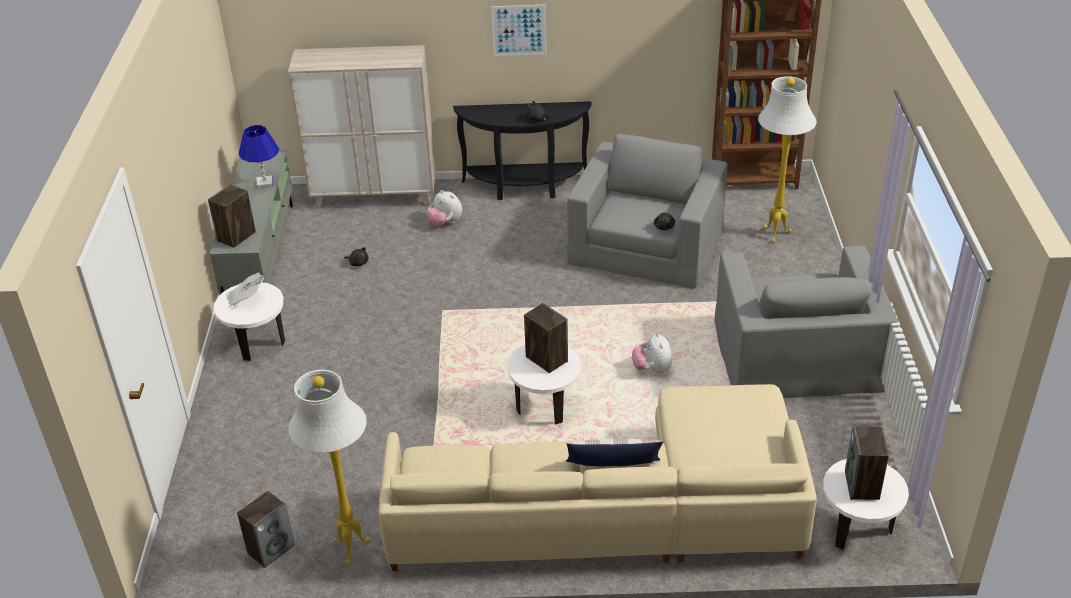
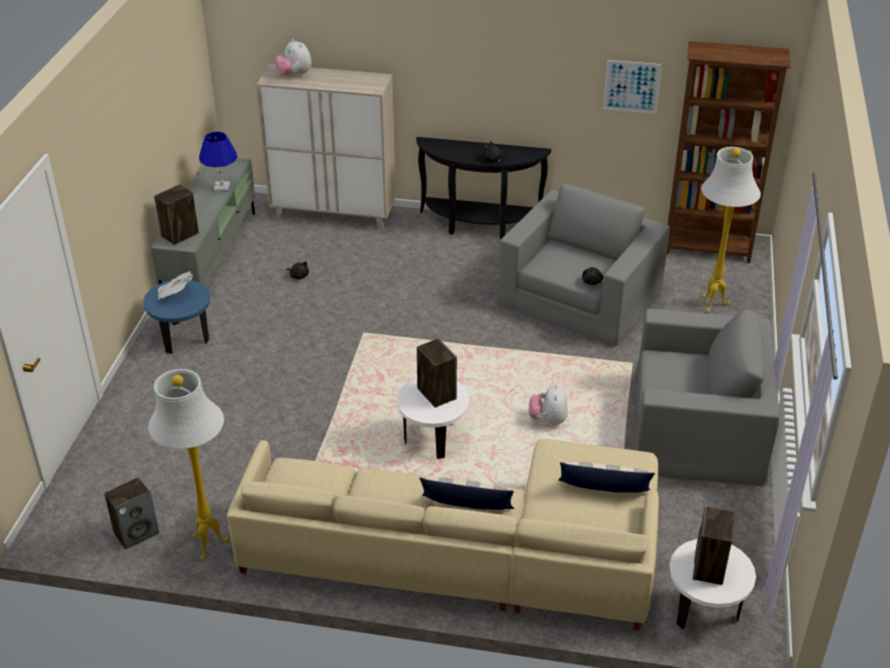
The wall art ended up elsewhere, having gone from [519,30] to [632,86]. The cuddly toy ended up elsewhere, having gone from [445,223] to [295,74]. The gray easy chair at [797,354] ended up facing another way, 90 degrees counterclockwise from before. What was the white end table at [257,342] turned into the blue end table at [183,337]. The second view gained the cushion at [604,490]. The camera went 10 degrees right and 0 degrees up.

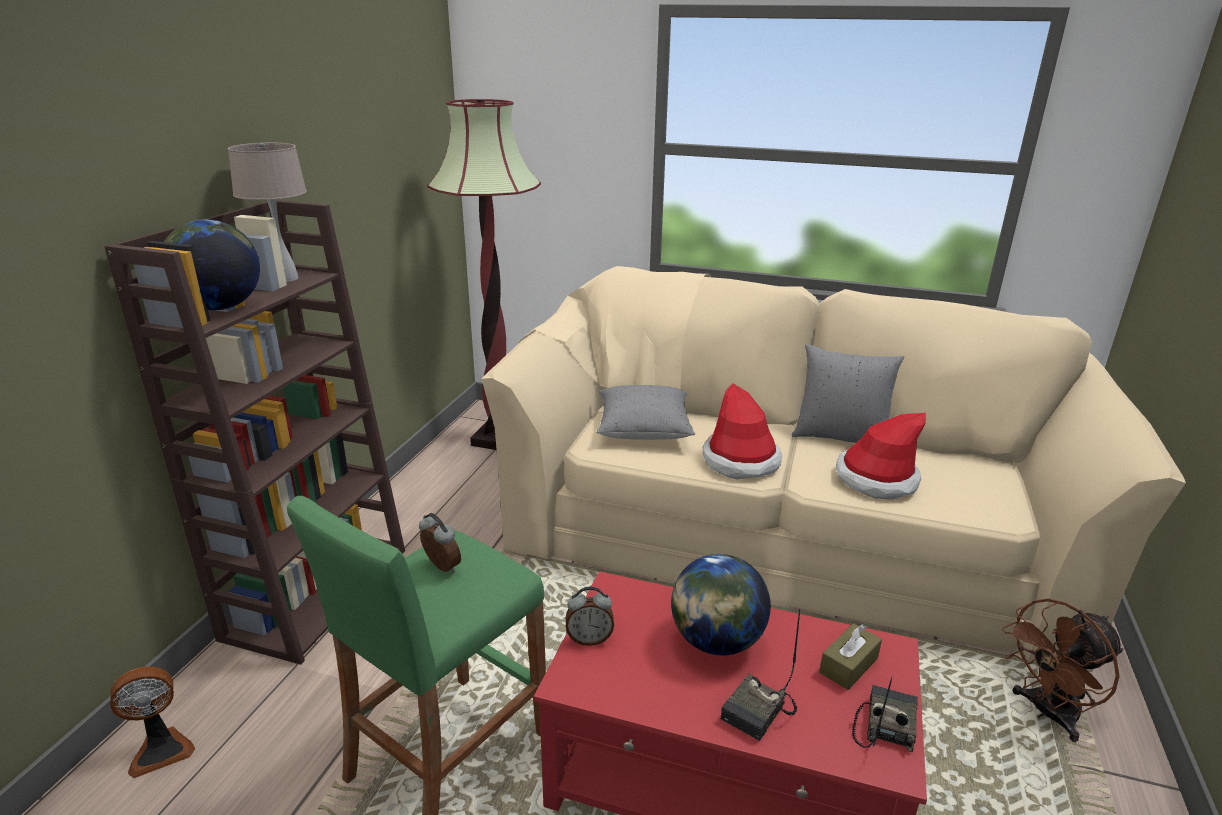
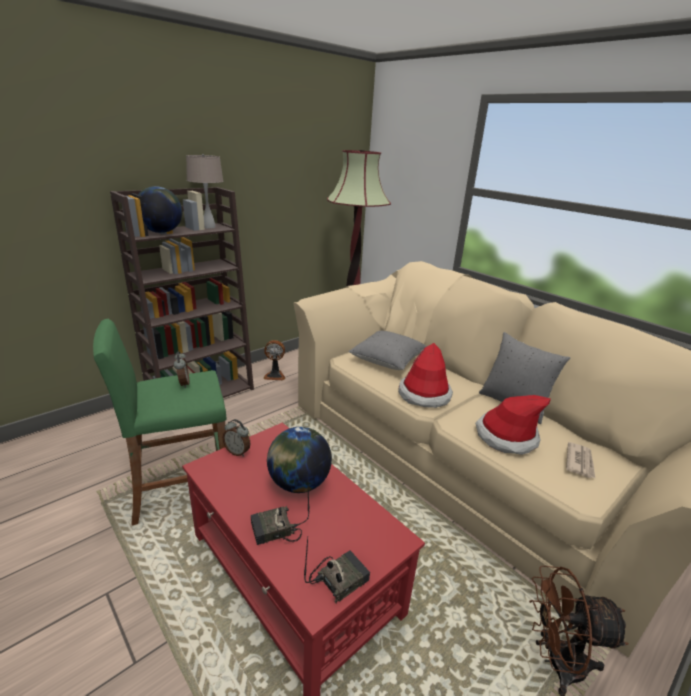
The second view lost the brown tissue holder at [848,665]. The electric fan ended up elsewhere, having gone from [161,749] to [275,375]. The second view gained the printed paper at [580,462]. The camera went 30 degrees right and 0 degrees up.

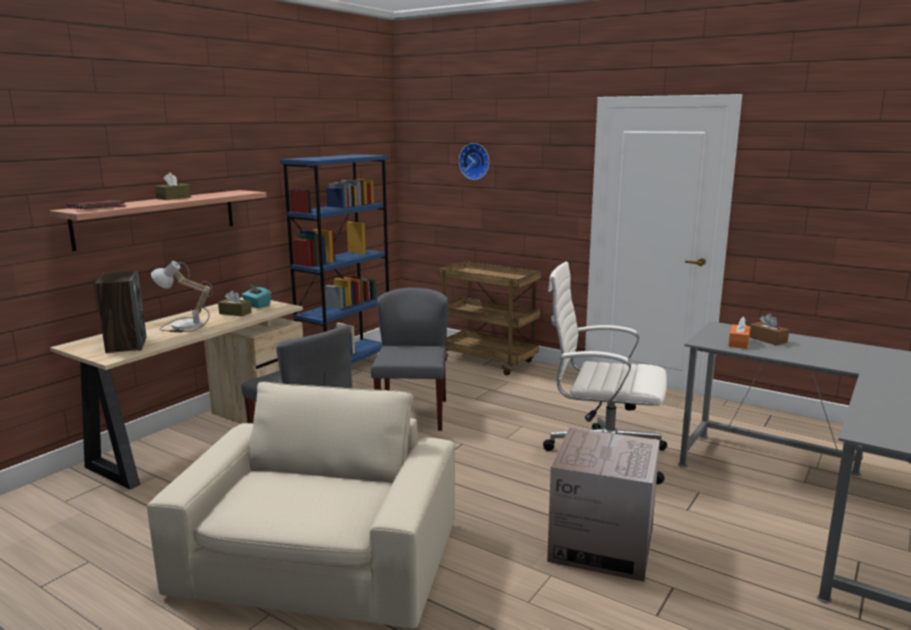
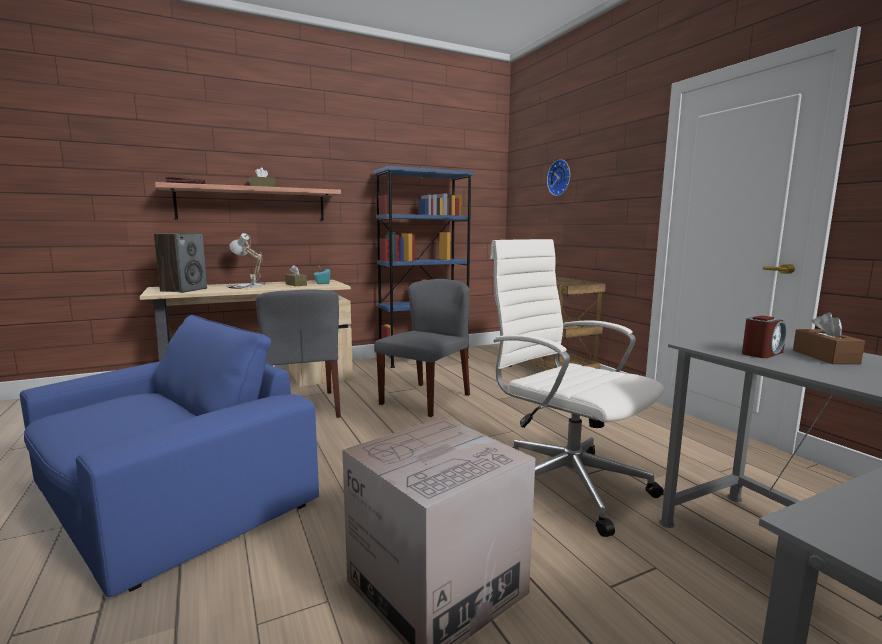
Where the orange tissue holder stood at [738,343], the alarm clock came to stand at [762,353]. What was the beige-coloured easy chair at [319,560] turned into the blue easy chair at [169,494]. The camera went 30 degrees right and 5 degrees down.

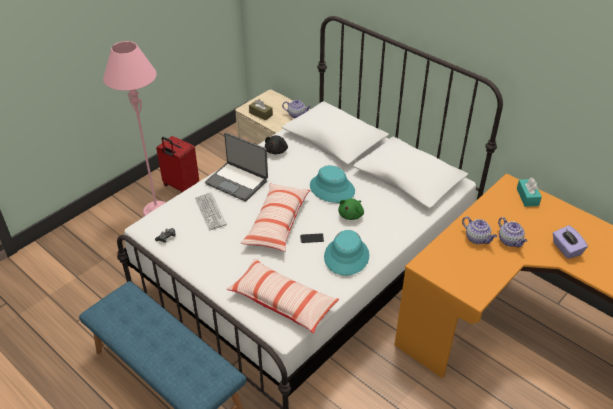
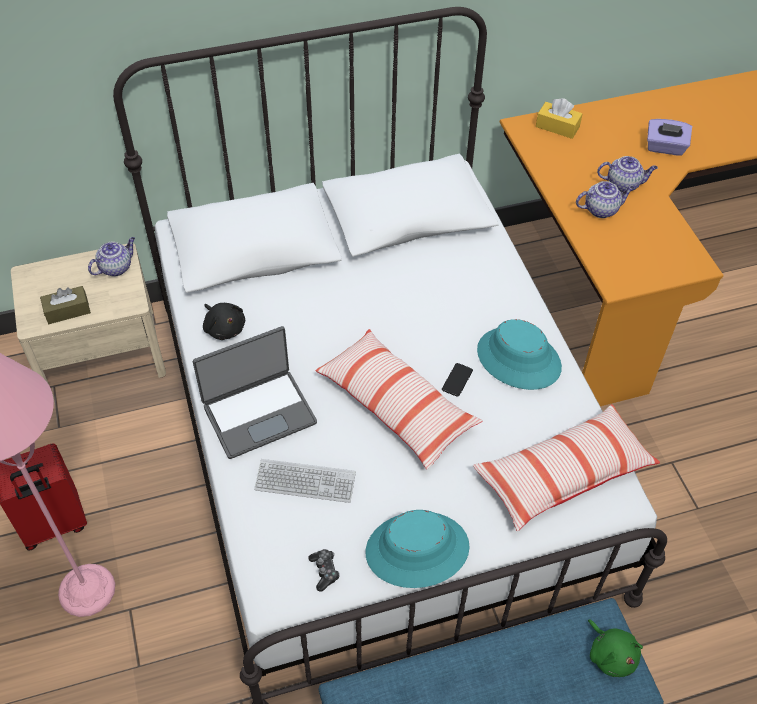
The turquoise-coloured clothing hat ended up elsewhere, having gone from [332,189] to [417,550]. What was the turquoise-coloured tissue holder at [527,197] turned into the yellow-coloured tissue holder at [557,127]. The greenish cuddly toy ended up elsewhere, having gone from [351,215] to [611,655]. The camera went 60 degrees left and 10 degrees up.

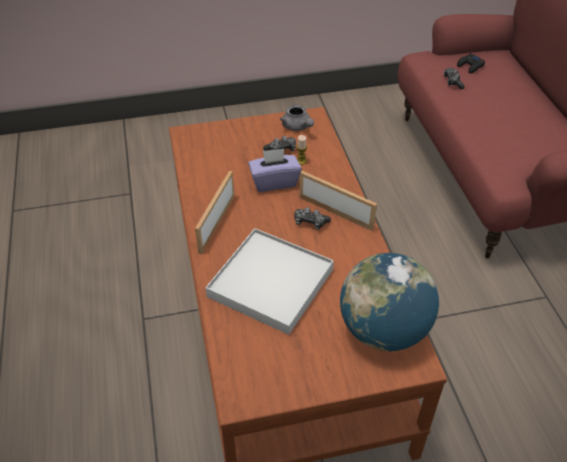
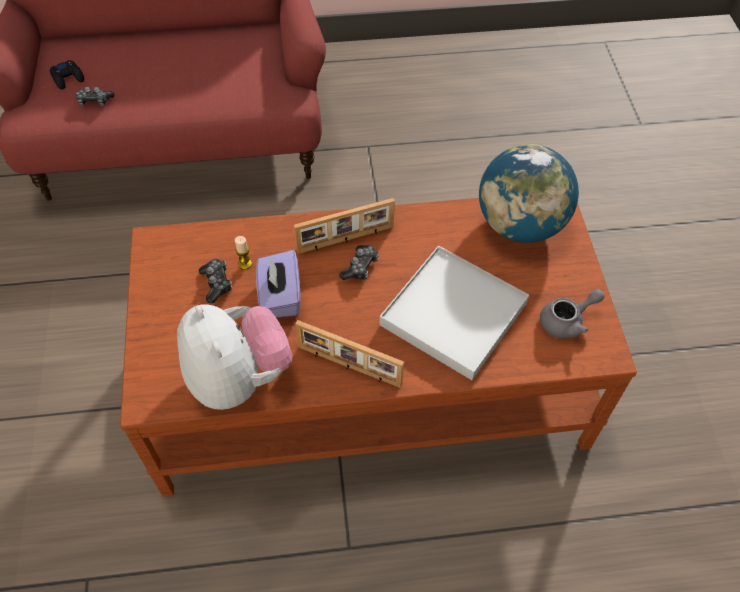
The gray teapot ended up elsewhere, having gone from [297,127] to [567,321]. The standing frame at [336,212] ended up facing another way, 150 degrees counterclockwise from before. The second view gained the cuddly toy at [238,377]. The camera went 85 degrees left and 10 degrees up.

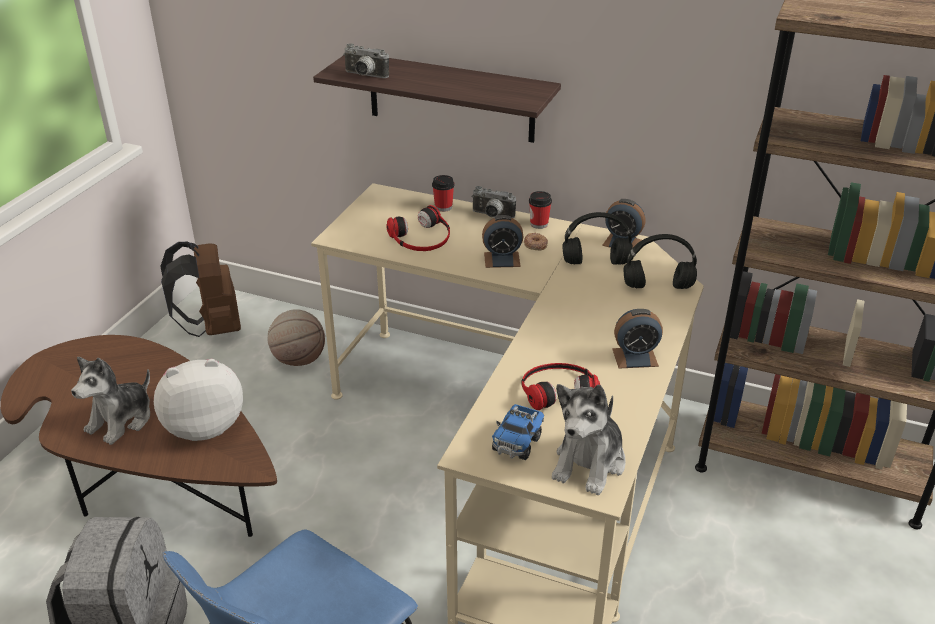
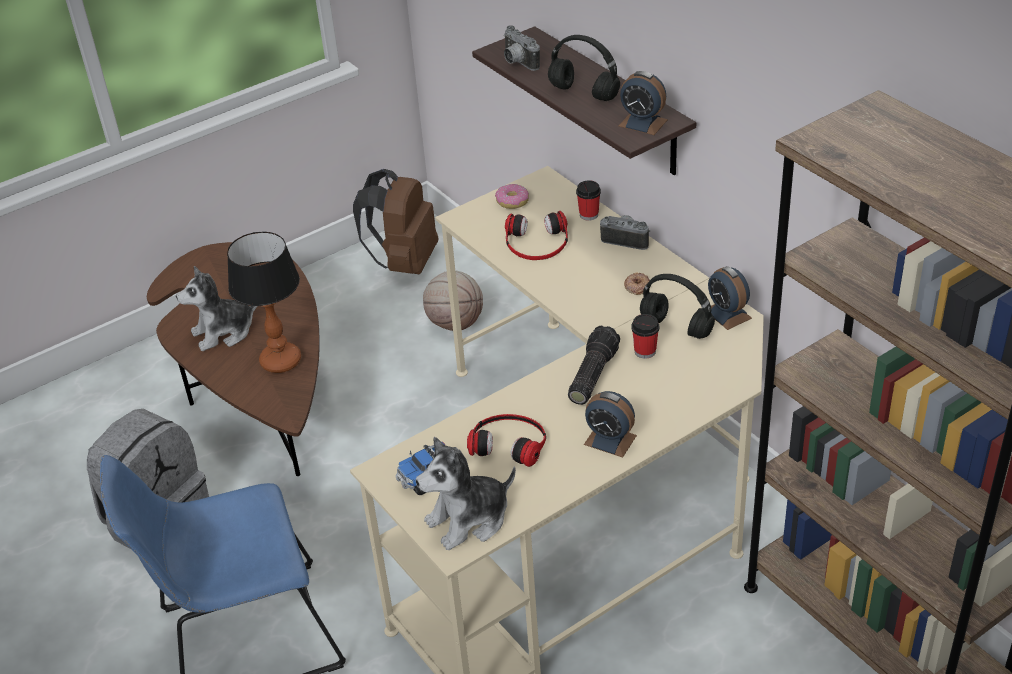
The still camera at [492,216] ended up facing another way, 150 degrees clockwise from before. The drinking cup ended up elsewhere, having gone from [539,224] to [645,351]. The alarm clock ended up elsewhere, having gone from [502,259] to [643,123]. The blackish headphones ended up elsewhere, having gone from [656,287] to [582,93]. Where the cuddly toy stood at [204,426], the table lamp came to stand at [280,361]. The second view gained the ring doughnut at [512,201]. The second view gained the hand torch at [591,375]. The camera went 35 degrees right and 5 degrees up.

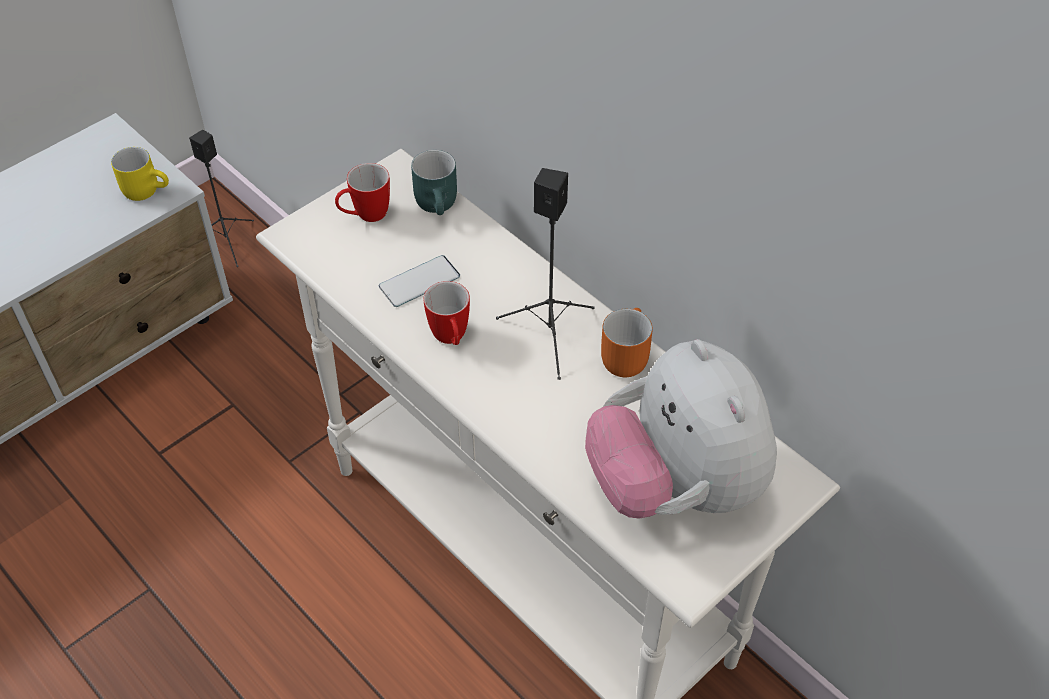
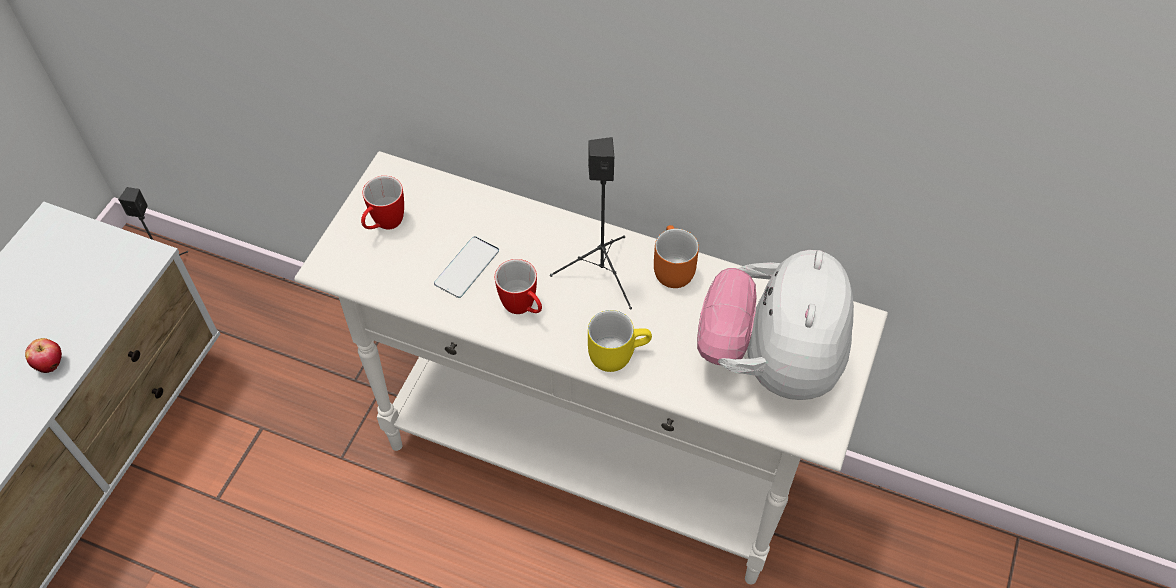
The yellow-coloured mug ended up elsewhere, having gone from [147,189] to [616,351]. The second view lost the turquoise-coloured mug at [440,205]. The cuddly toy at [675,486] ended up facing another way, 60 degrees clockwise from before. The second view gained the apple fruit at [51,364]. The camera went 25 degrees left and 5 degrees up.

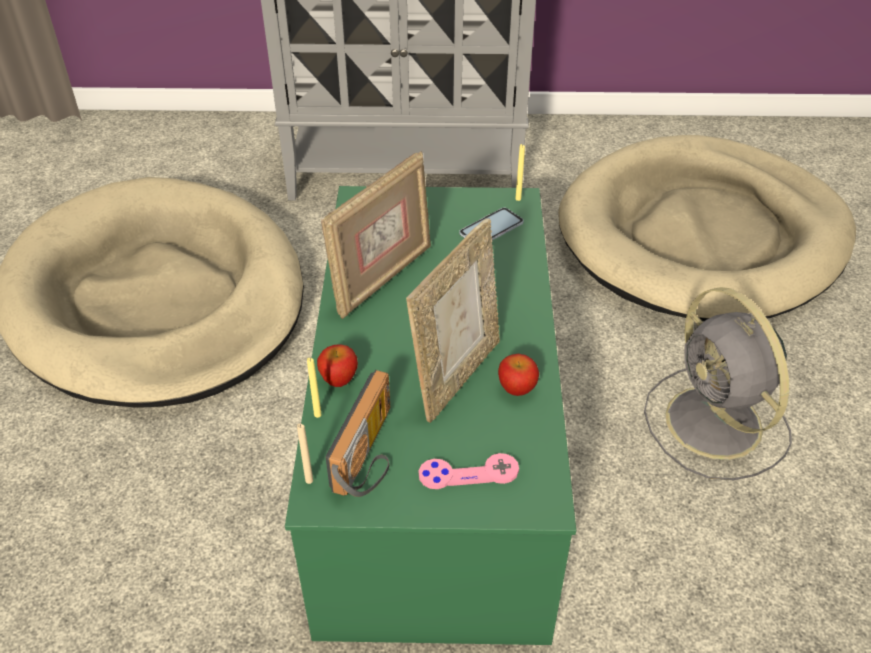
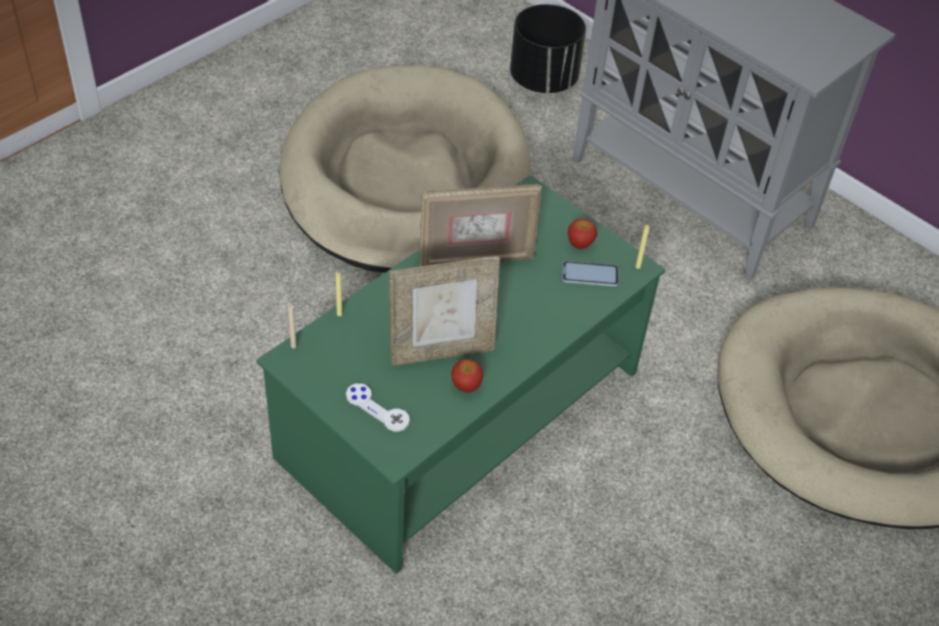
The second view lost the gray electric fan at [716,425]. The apple fruit ended up elsewhere, having gone from [339,378] to [580,243]. The second view lost the radio receiver at [371,455]. What was the pinkish game controller at [468,473] turned into the white game controller at [377,408]. The second view gained the blackish flower pot at [544,79]. The camera went 40 degrees right and 5 degrees up.

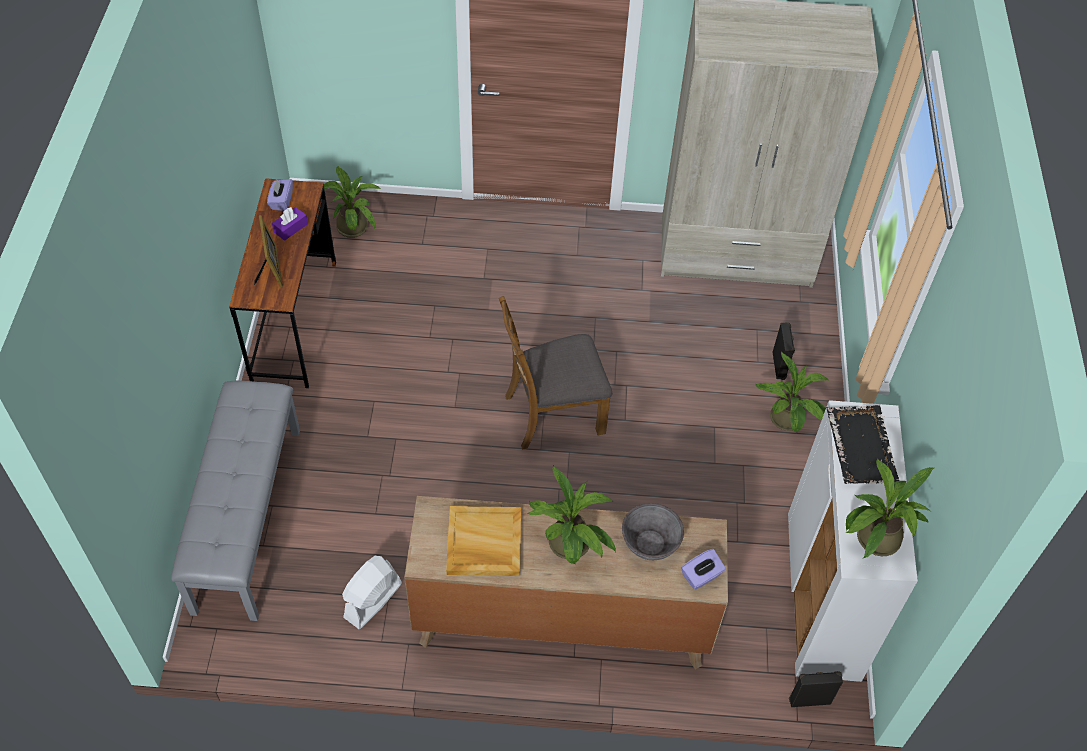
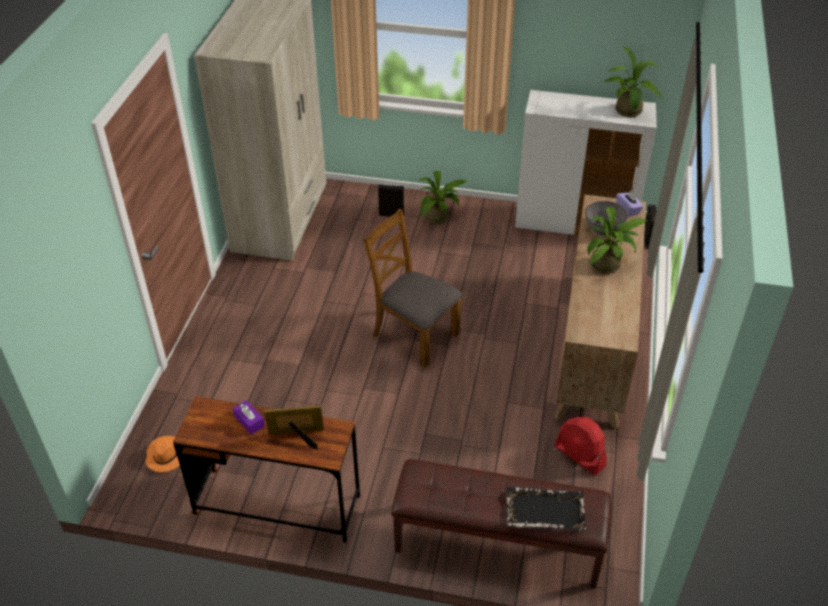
Where the potted plant stood at [352,224], the orange clothing hat came to stand at [166,455]. The second view lost the purple tissue holder at [281,201]. The brown plain chair at [553,413] ended up facing another way, 135 degrees clockwise from before. What was the gray bench at [246,518] turned into the brown bench at [497,545]. The blackish carrying tray ended up elsewhere, having gone from [861,446] to [544,510]. The second view lost the beige-coloured carrying tray at [483,543]. What was the white electric fan at [372,600] turned into the red electric fan at [580,456]. The camera went 80 degrees left and 10 degrees down.

